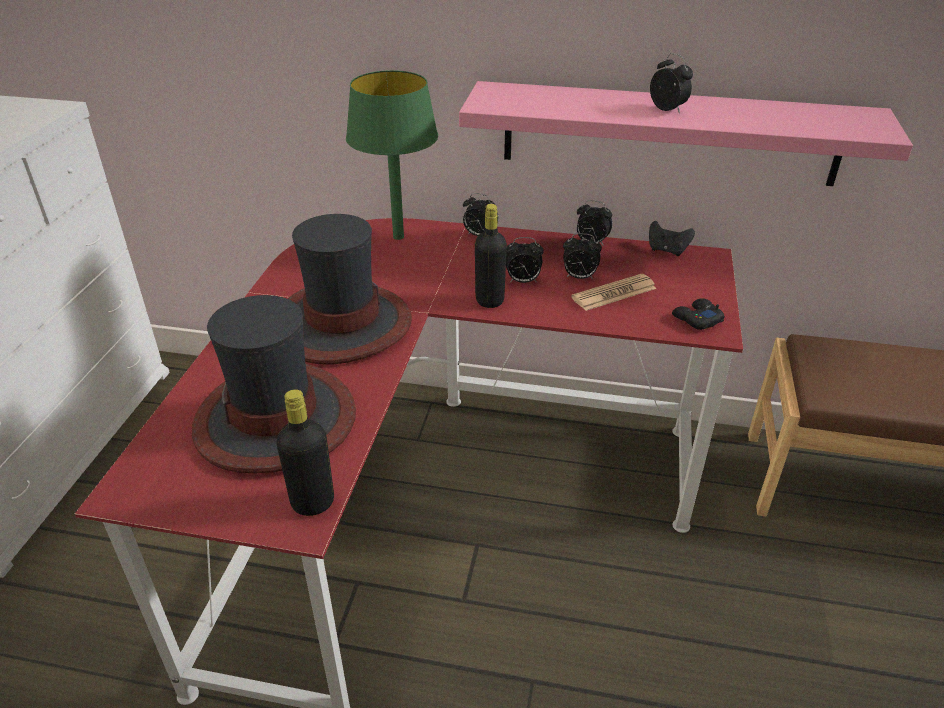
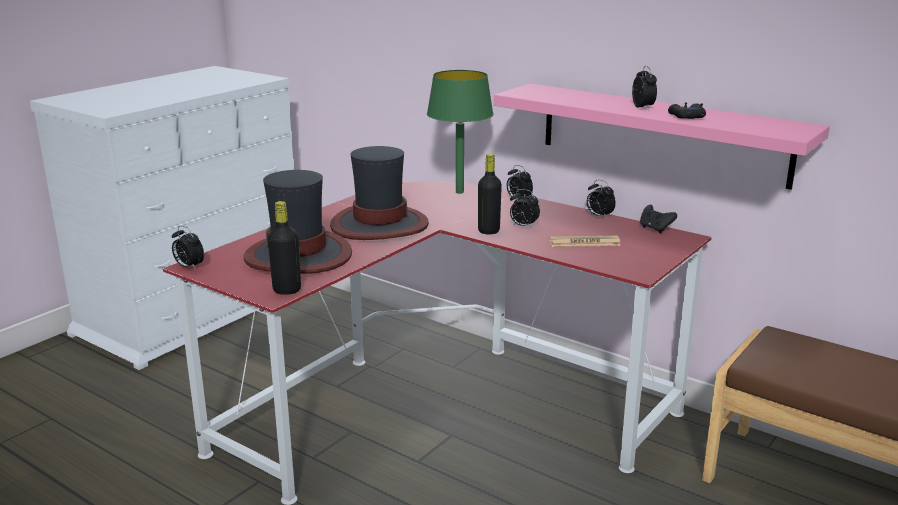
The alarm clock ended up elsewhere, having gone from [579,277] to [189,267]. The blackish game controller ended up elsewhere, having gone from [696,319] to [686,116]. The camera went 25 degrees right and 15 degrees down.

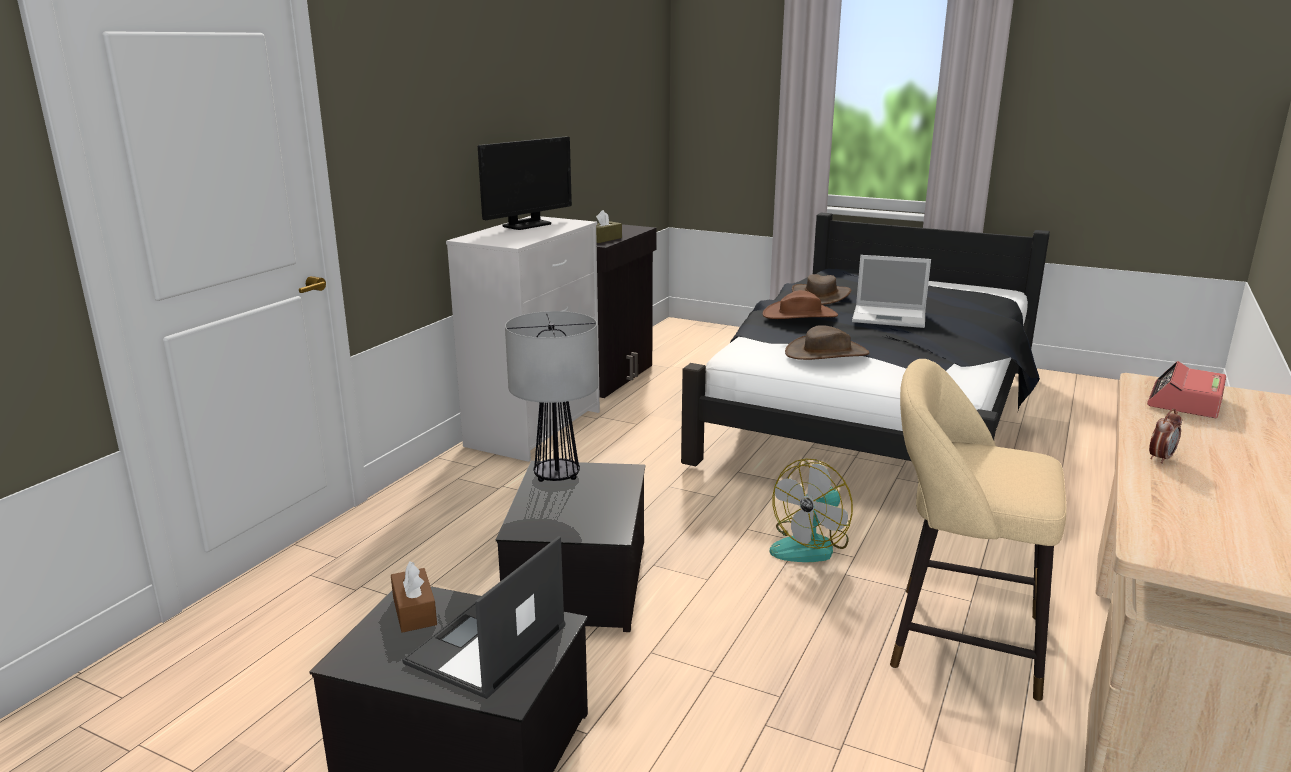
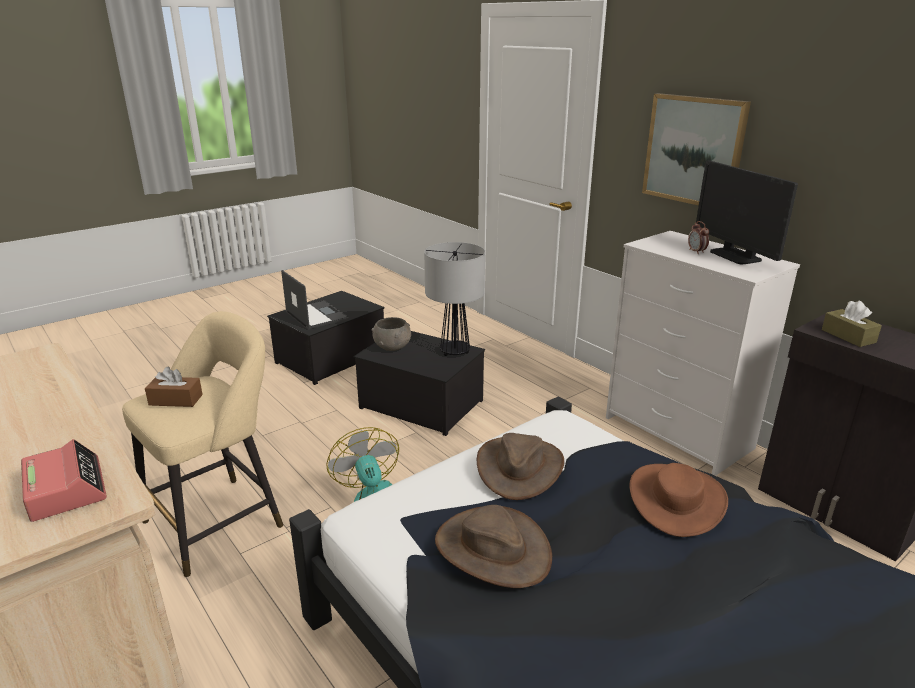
The second view lost the portable computer at [890,317]. The brown clothing hat ended up elsewhere, having gone from [821,295] to [492,549]. The alarm clock ended up elsewhere, having gone from [1160,458] to [696,252]. The brown tissue holder ended up elsewhere, having gone from [414,611] to [176,400]. The second view gained the wall art at [694,150]. The second view gained the gray serving bowl at [392,346]. The camera went 115 degrees right and 5 degrees up.

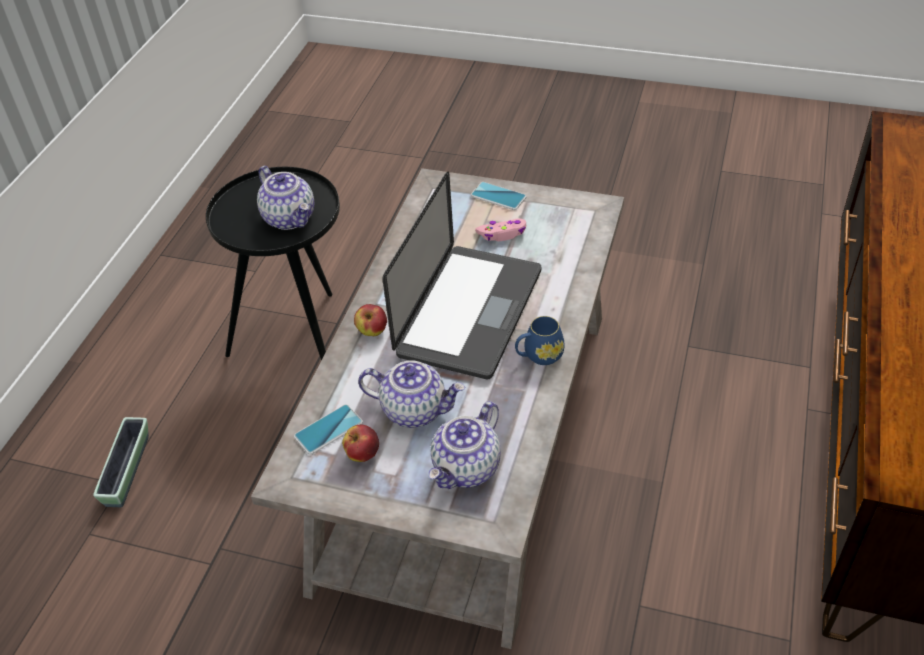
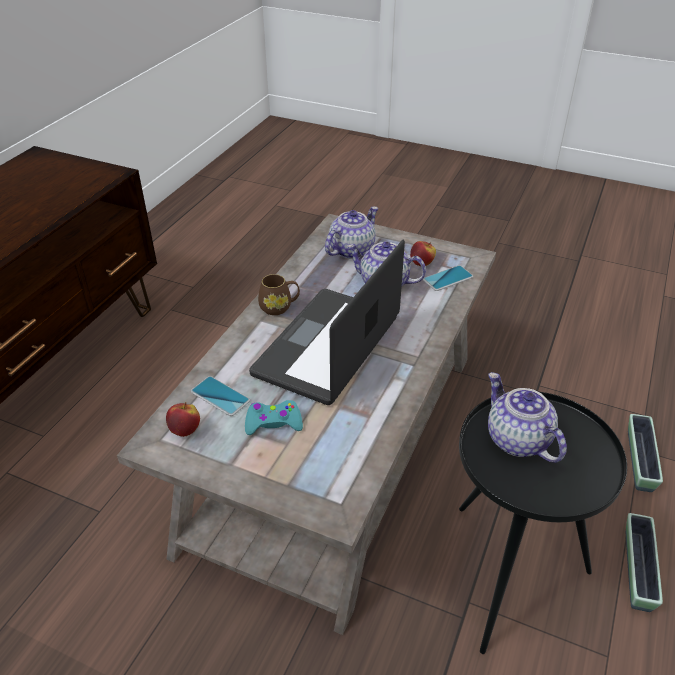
The handset ended up elsewhere, having gone from [498,196] to [220,396]. What was the pinkish game controller at [502,234] turned into the turquoise-coloured game controller at [273,423]. The apple fruit ended up elsewhere, having gone from [372,331] to [185,430]. What was the blue mug at [539,356] turned into the brown mug at [279,307]. The second view gained the flower pot at [637,569]. The camera went 175 degrees left and 5 degrees down.

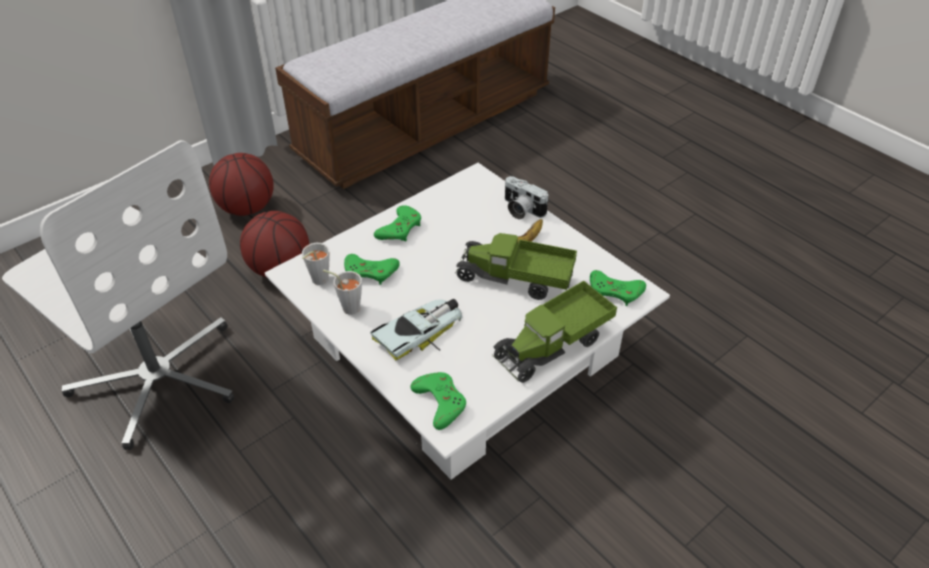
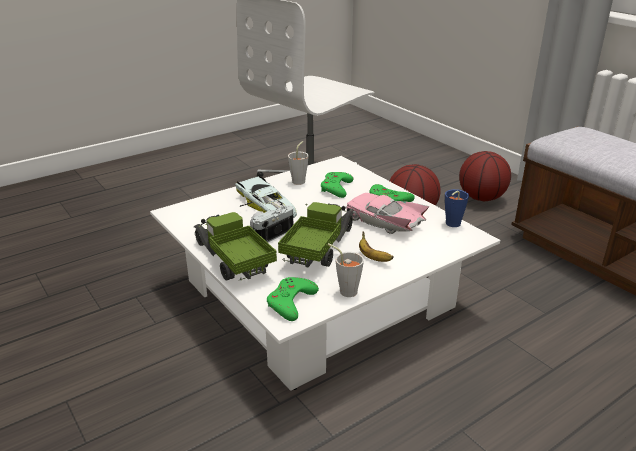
The still camera ended up elsewhere, having gone from [521,210] to [270,233]. The gray drinking cup ended up elsewhere, having gone from [317,281] to [345,290]. The second view lost the greenish game controller at [440,402]. The second view gained the blue drinking cup at [451,225]. The second view gained the pinkish miniature car at [384,222]. The camera went 95 degrees right and 15 degrees down.

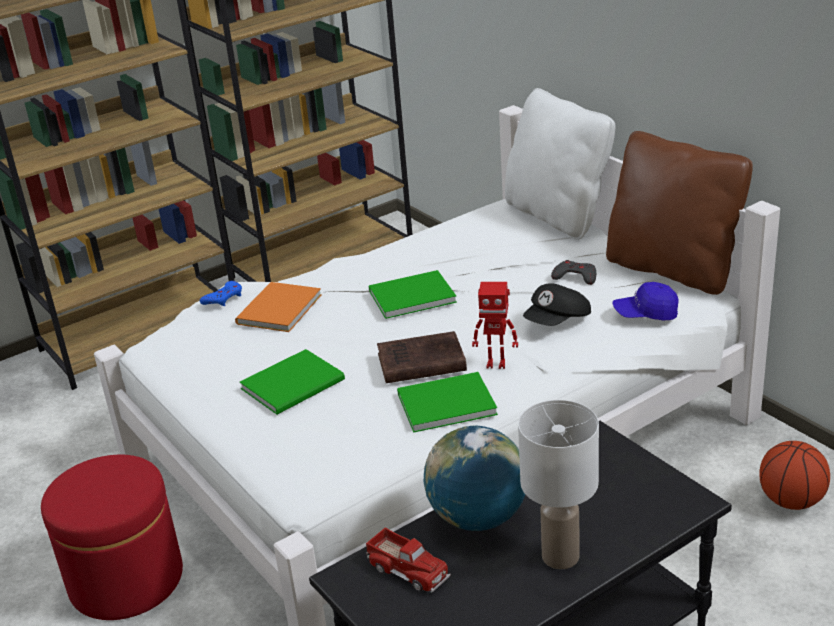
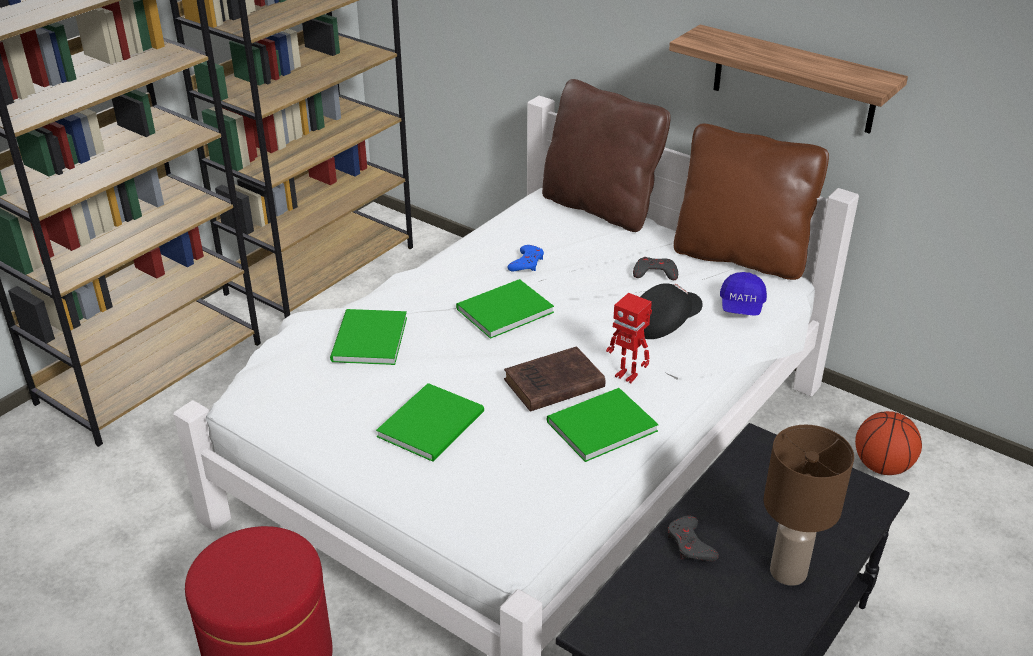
What was the white cushion at [557,216] turned into the brown cushion at [600,207]. The blue game controller ended up elsewhere, having gone from [224,298] to [527,263]. What was the orange bound book at [276,310] turned into the greenish bound book at [367,341]. The model robot at [496,363] ended up facing another way, 45 degrees clockwise from before. The blue cap at [645,314] ended up facing another way, 60 degrees counterclockwise from before. The blackish cap at [558,321] ended up facing another way, 150 degrees counterclockwise from before. What was the white table lamp at [560,557] turned into the brown table lamp at [788,573]. Where the globe stood at [478,518], the gray game controller came to stand at [690,544]. The second view lost the toy truck at [408,569]. The second view gained the bracket shelf at [794,80]. The camera went 20 degrees left and 5 degrees up.

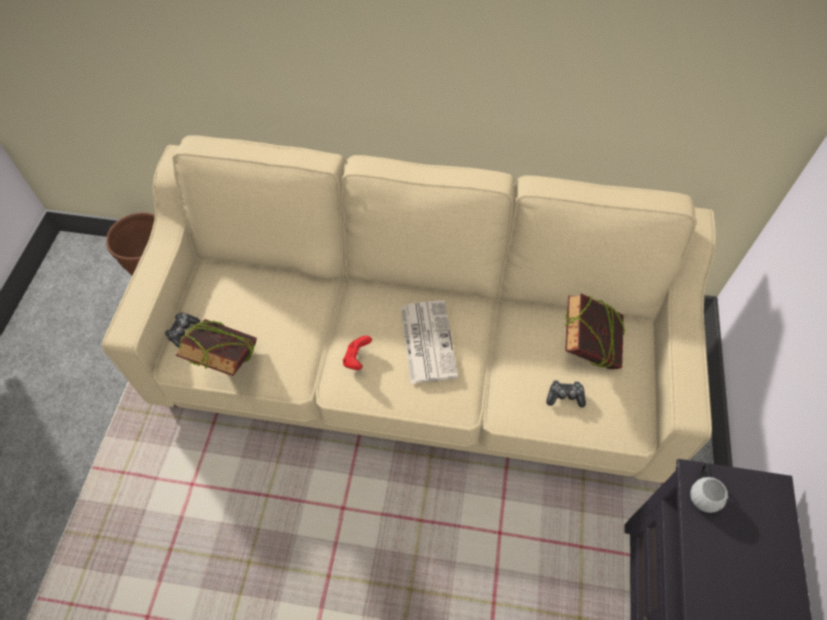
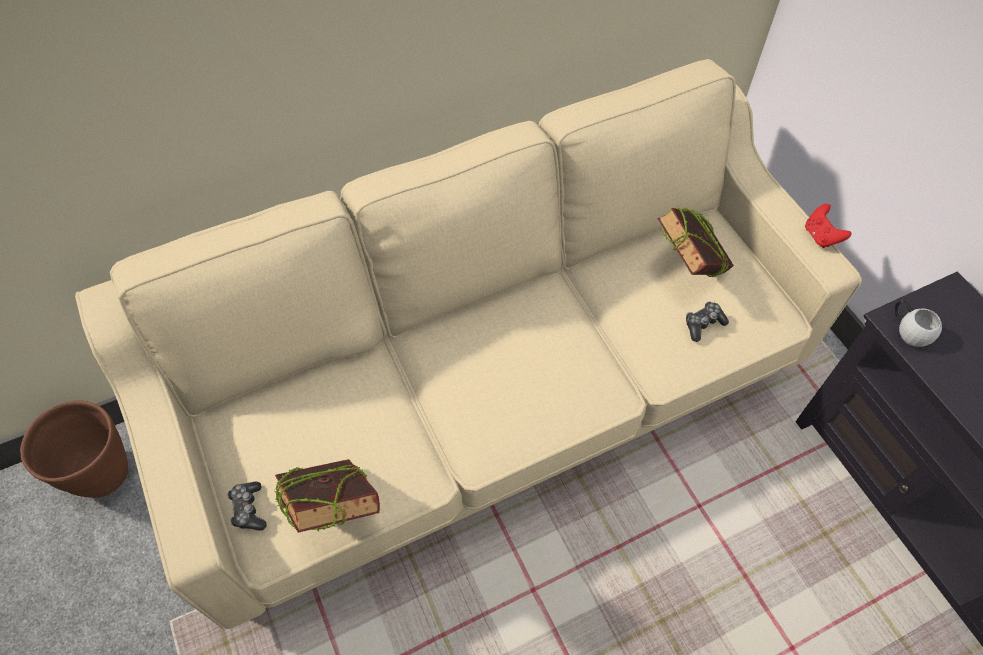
The second view lost the printed paper at [427,340]. The red game controller ended up elsewhere, having gone from [357,359] to [820,236]. The camera went 35 degrees left and 0 degrees up.

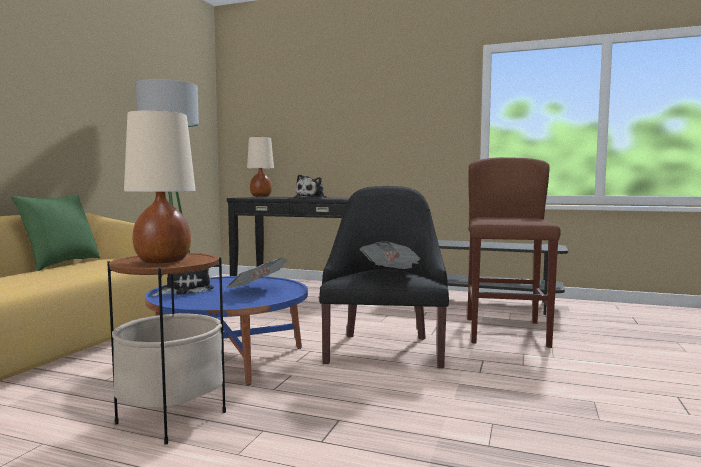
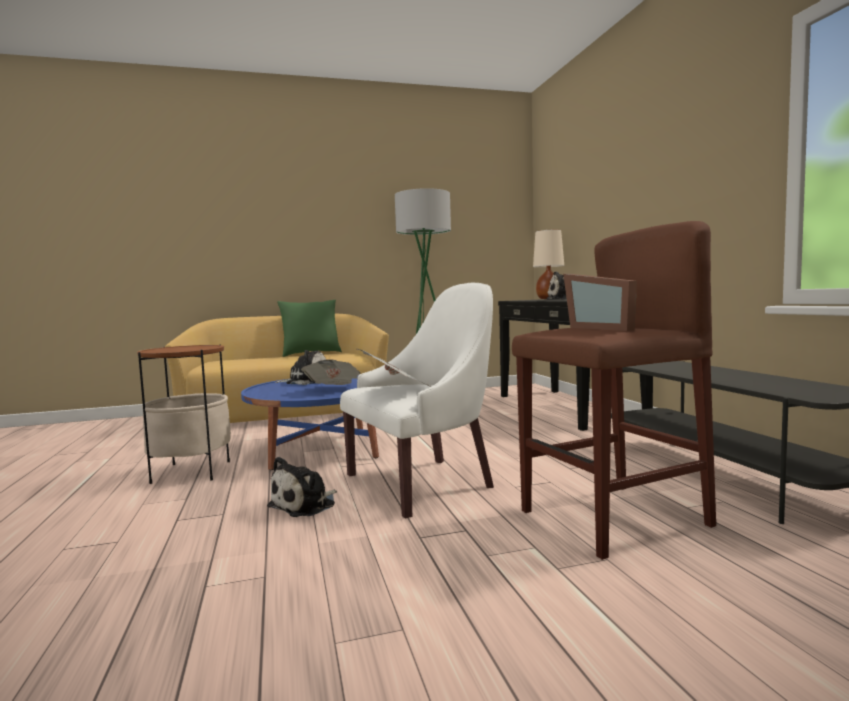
The second view lost the beige-coloured table lamp at [163,261]. What was the blackish easy chair at [384,349] turned into the white easy chair at [423,482]. The second view gained the standing frame at [603,328]. The second view gained the cuddly toy at [305,505]. The camera went 55 degrees right and 0 degrees up.

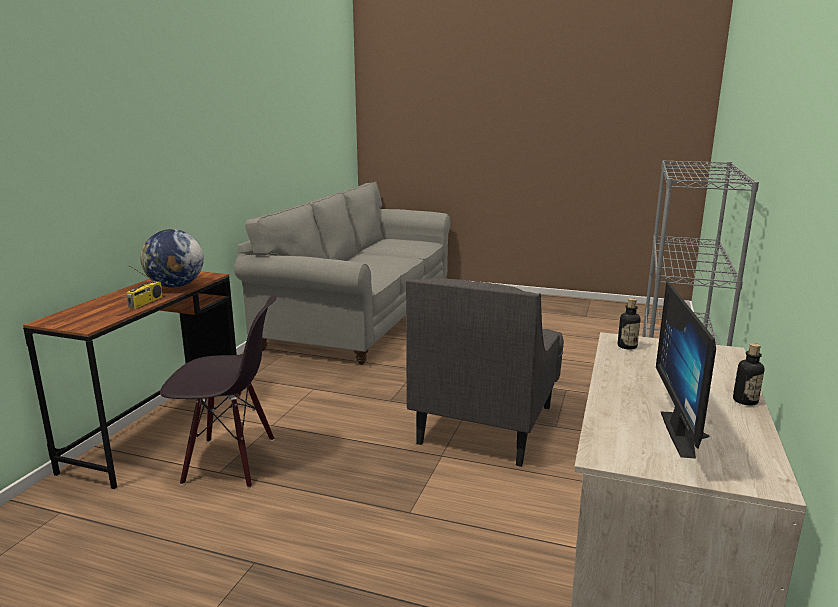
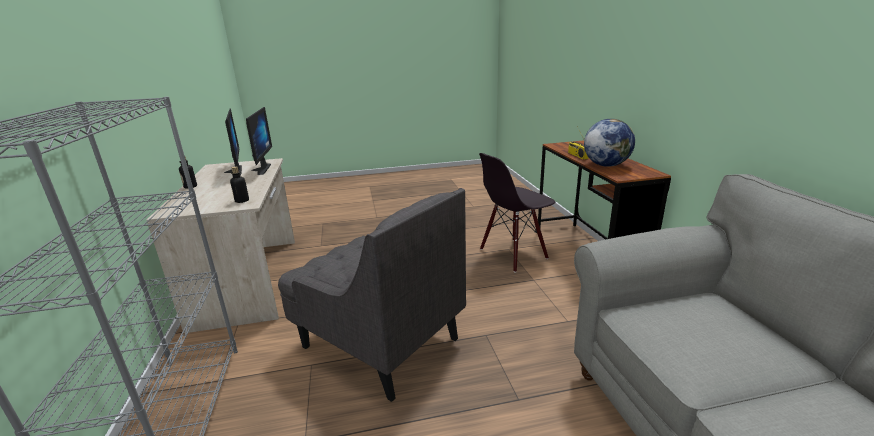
The gray easy chair at [486,423] ended up facing another way, 135 degrees clockwise from before. The second view gained the monitor at [259,169]. The camera went 150 degrees right and 5 degrees up.

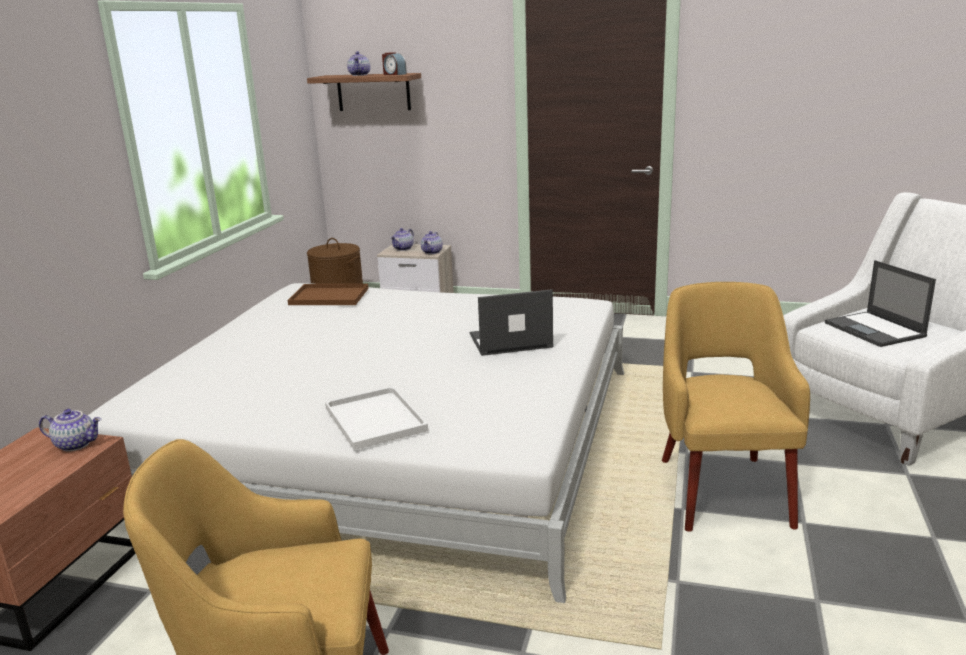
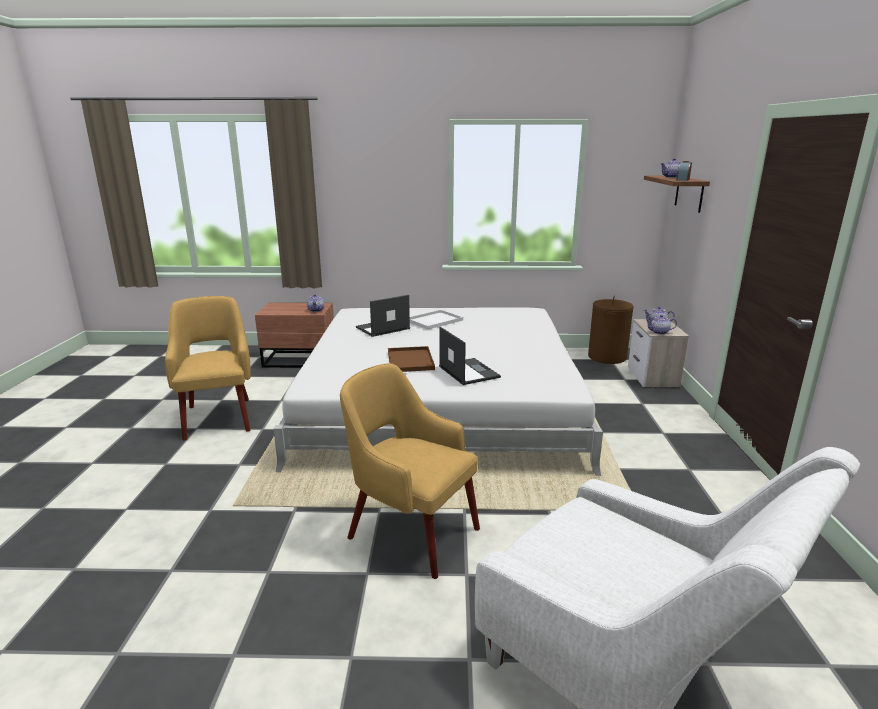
The portable computer ended up elsewhere, having gone from [875,330] to [382,328]. The yellow-coloured easy chair at [723,489] ended up facing another way, 135 degrees counterclockwise from before. The brown carrying tray ended up elsewhere, having gone from [327,296] to [409,360]. The white carrying tray ended up elsewhere, having gone from [377,420] to [434,321]. The camera went 75 degrees right and 0 degrees up.

